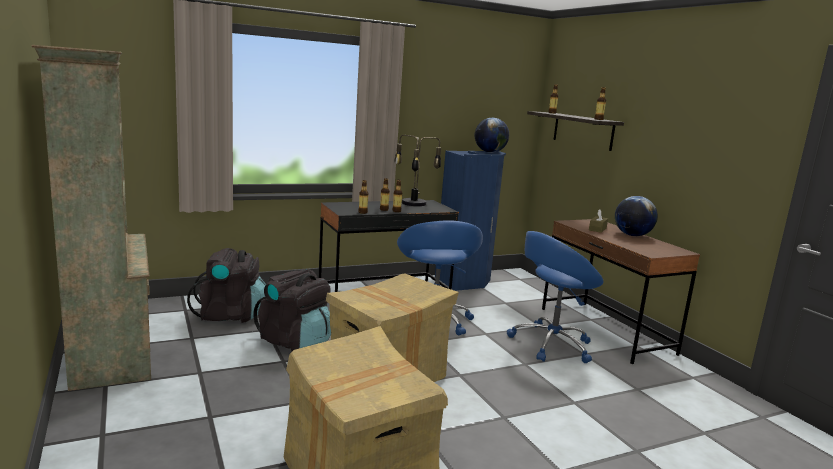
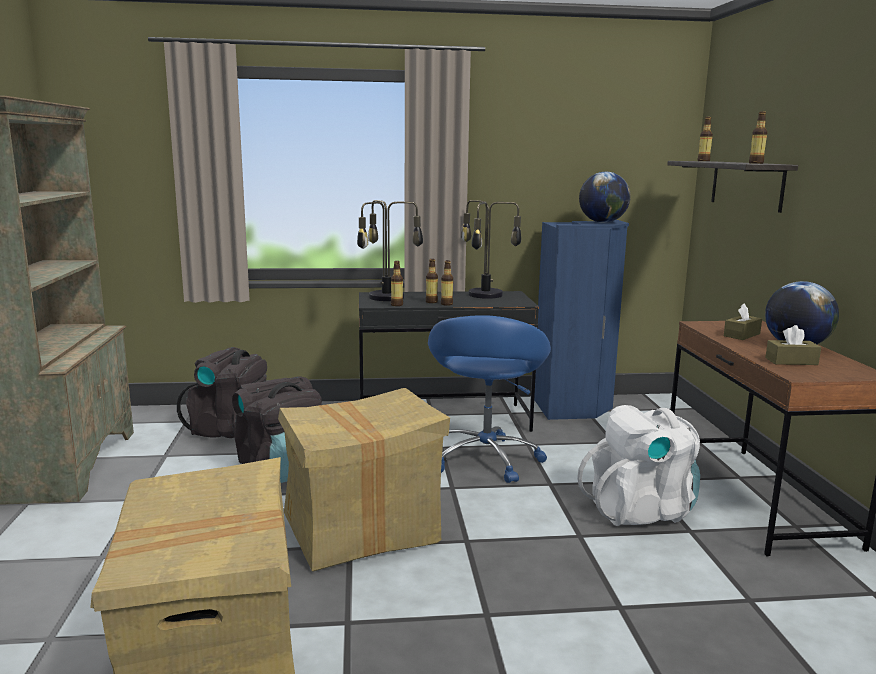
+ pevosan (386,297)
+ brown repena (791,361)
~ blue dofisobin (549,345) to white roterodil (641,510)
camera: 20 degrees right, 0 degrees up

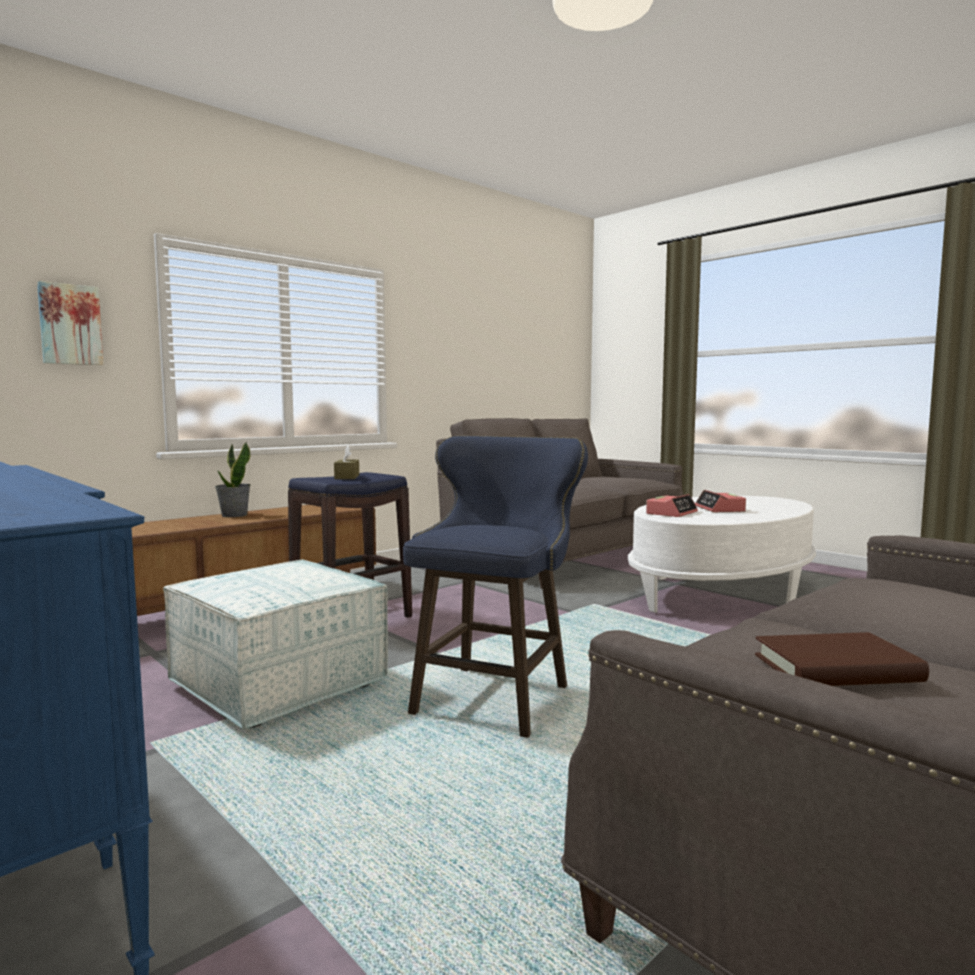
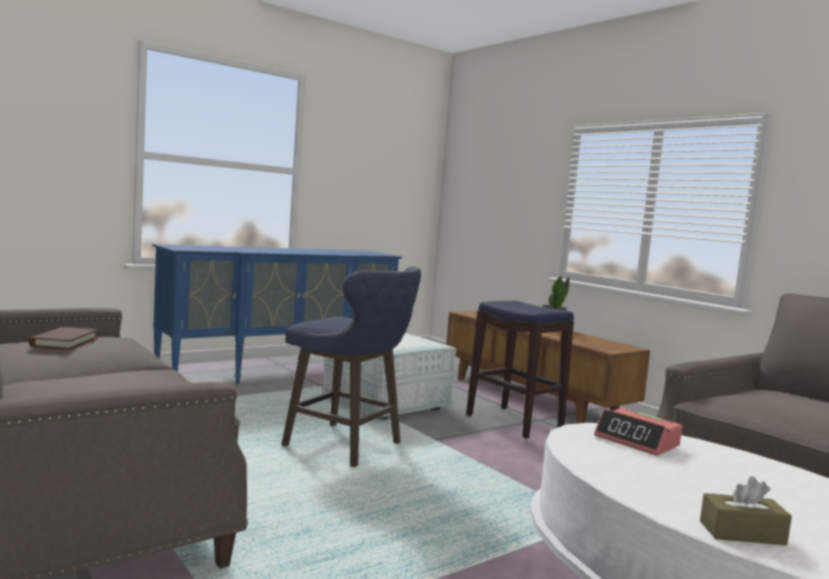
- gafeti (70,324)
- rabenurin (720,509)
~ brown repena (347,477) to (742,533)
camera: 95 degrees right, 0 degrees up

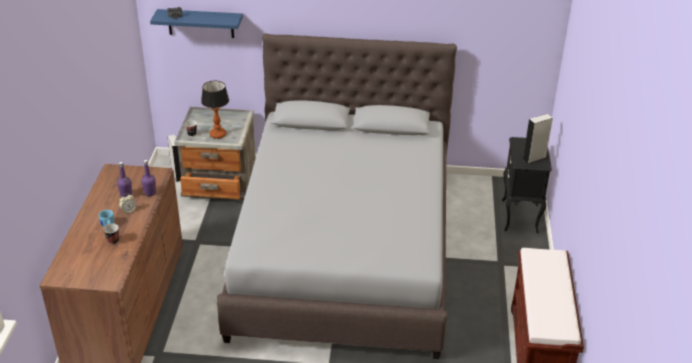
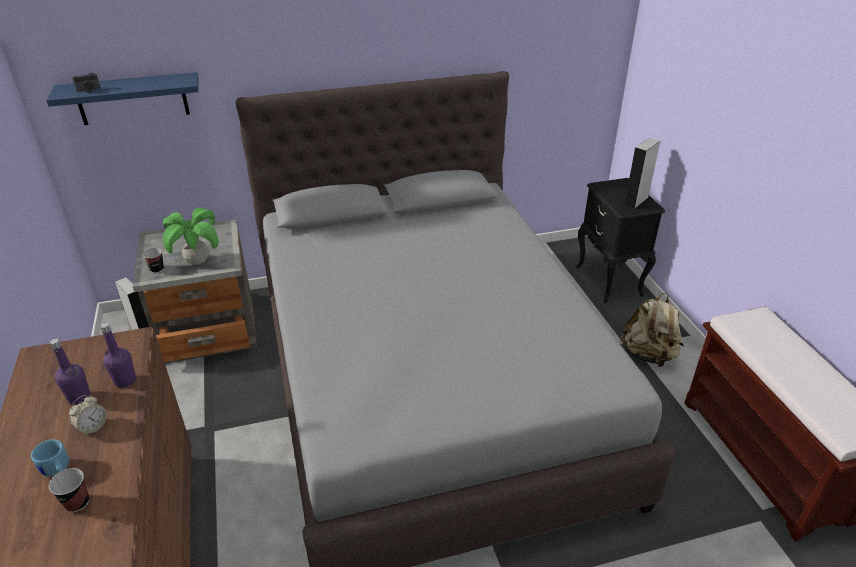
+ beige roterodil (648,355)
~ pevosan (218,135) to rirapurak (198,262)
camera: 20 degrees left, 0 degrees up

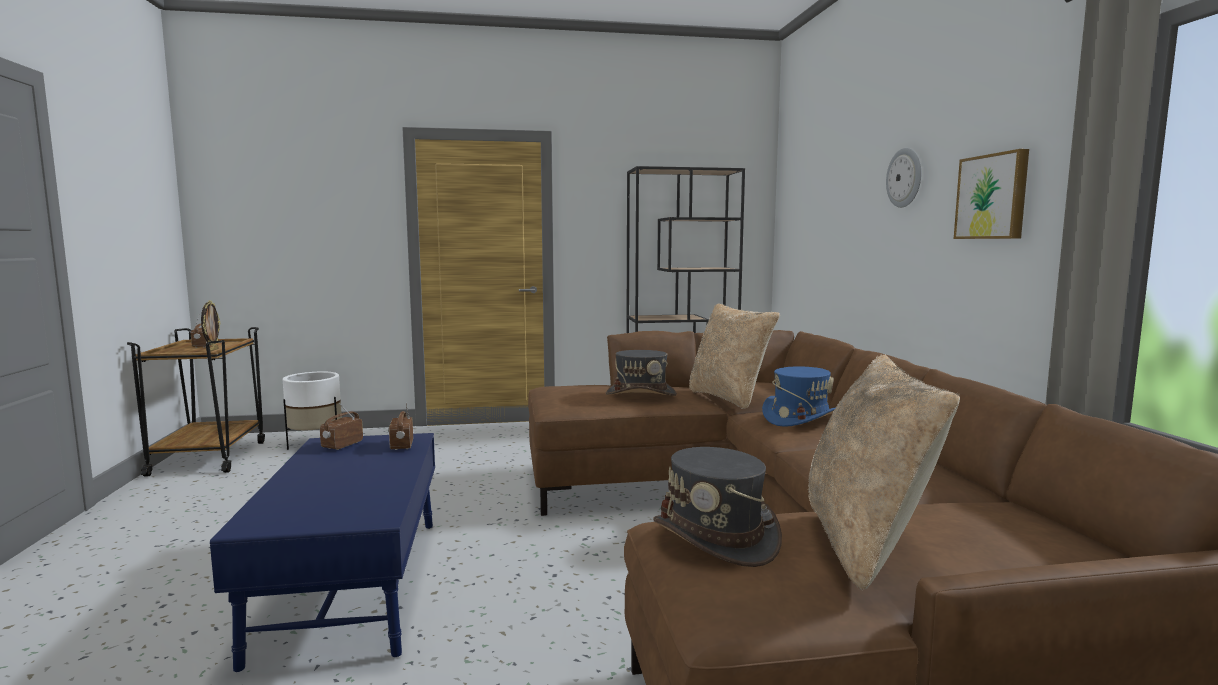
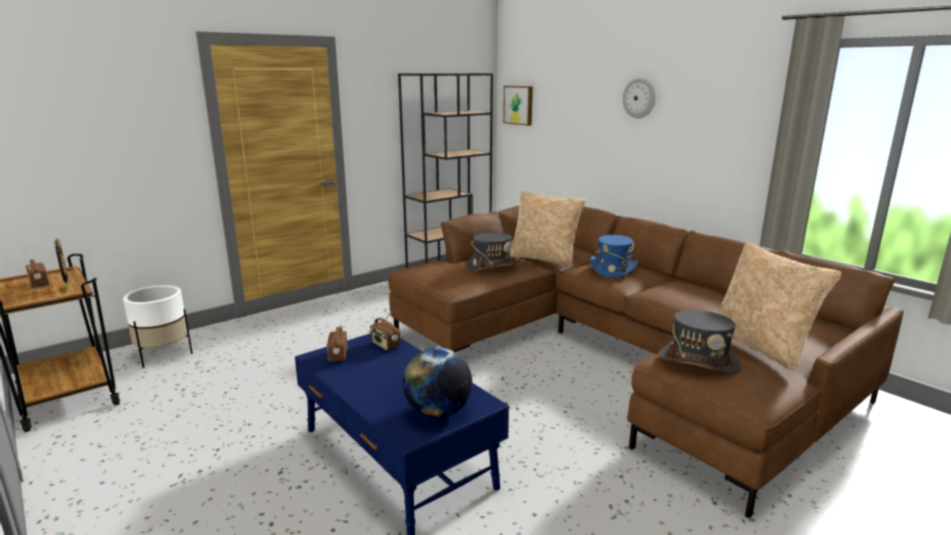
+ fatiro (438,413)
~ gafeti (993,197) to (519,105)
camera: 30 degrees left, 10 degrees up

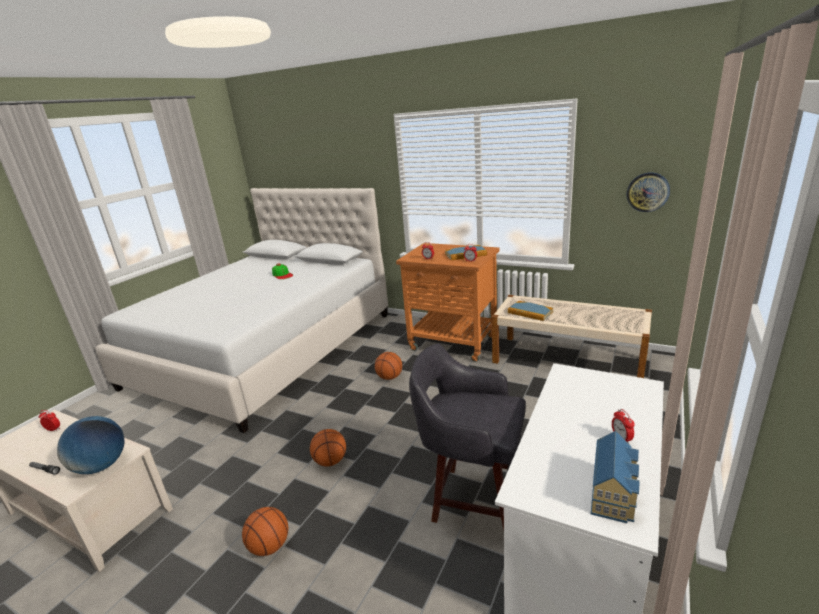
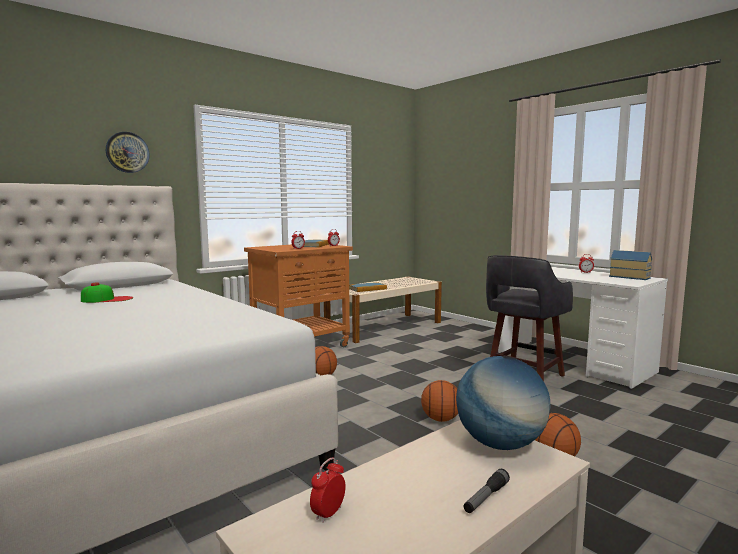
~ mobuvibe (648,192) to (127,152)
camera: 70 degrees left, 15 degrees down

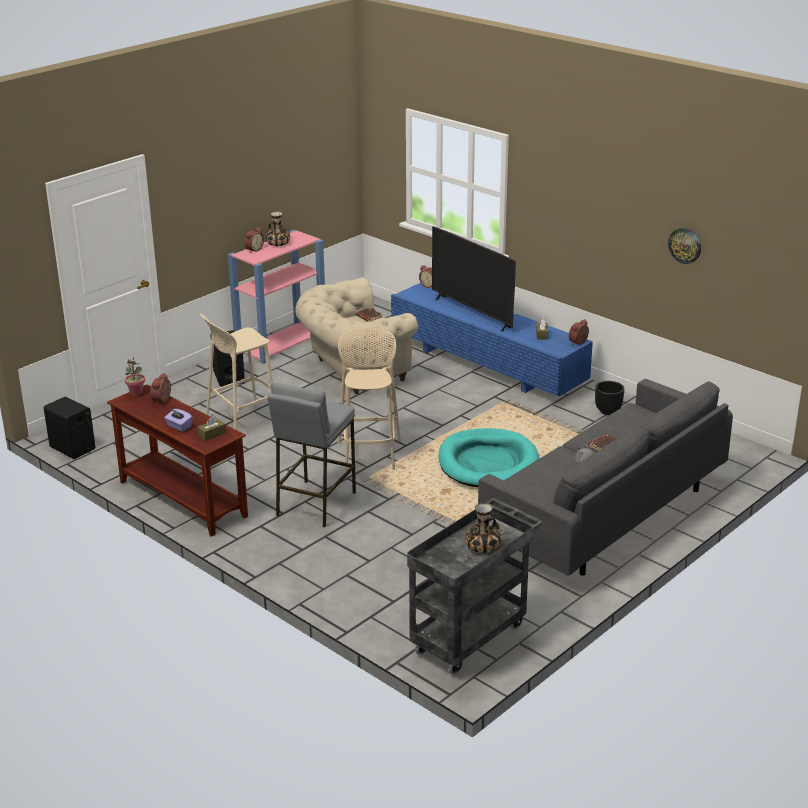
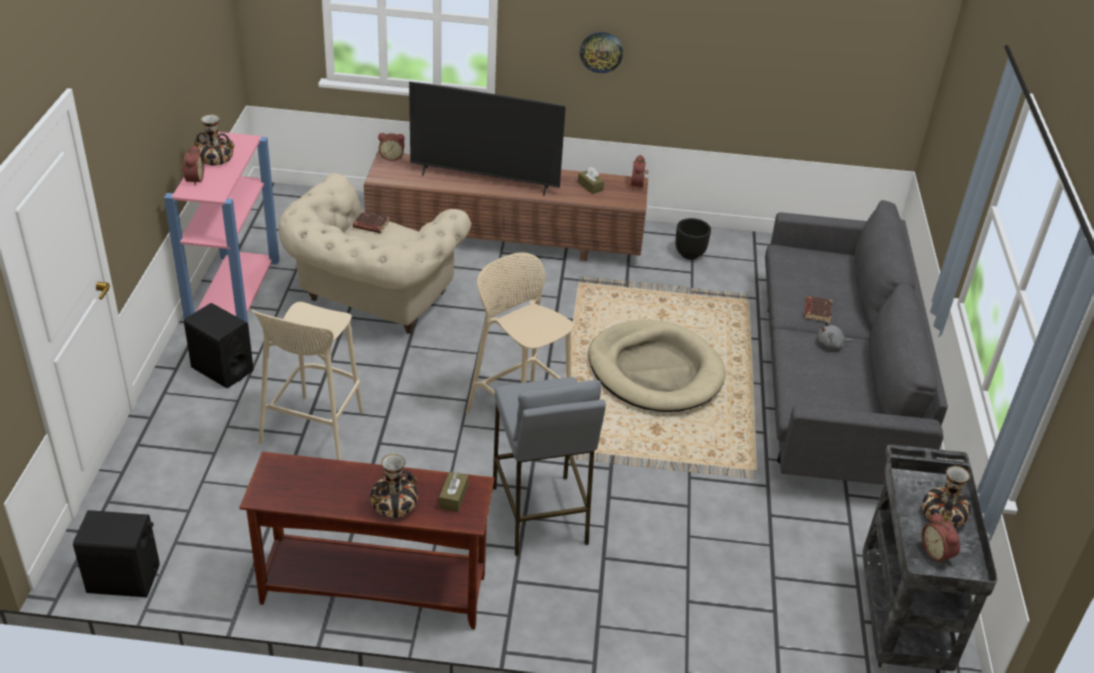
- rirapurak (136,392)
~ rabenurin (163,400) to (937,552)
~ mobuvibe (685,245) to (601,52)
~ purple repena (179,427) to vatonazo (395,505)
~ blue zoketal (487,364) to brown zoketal (506,236)
~ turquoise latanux (488,463) to beige latanux (655,371)
camera: 40 degrees left, 10 degrees up

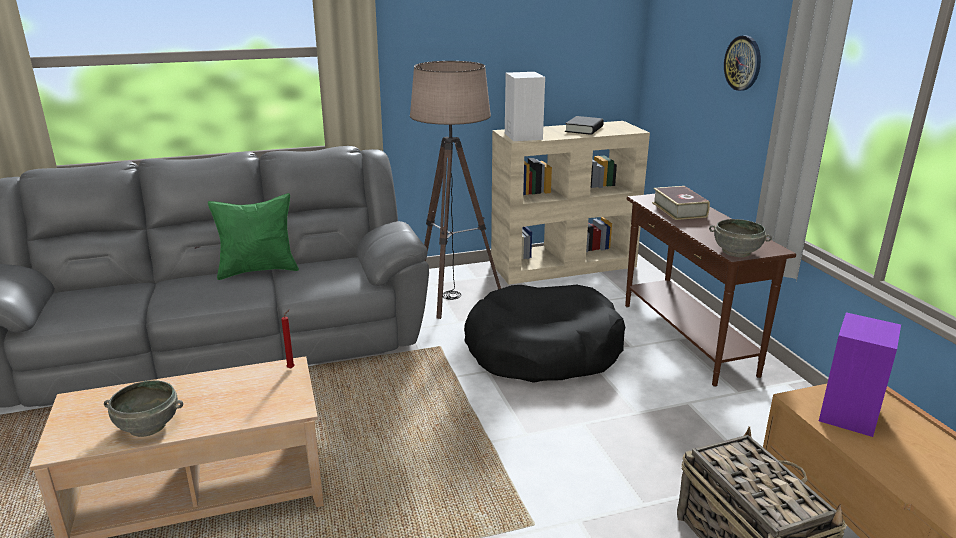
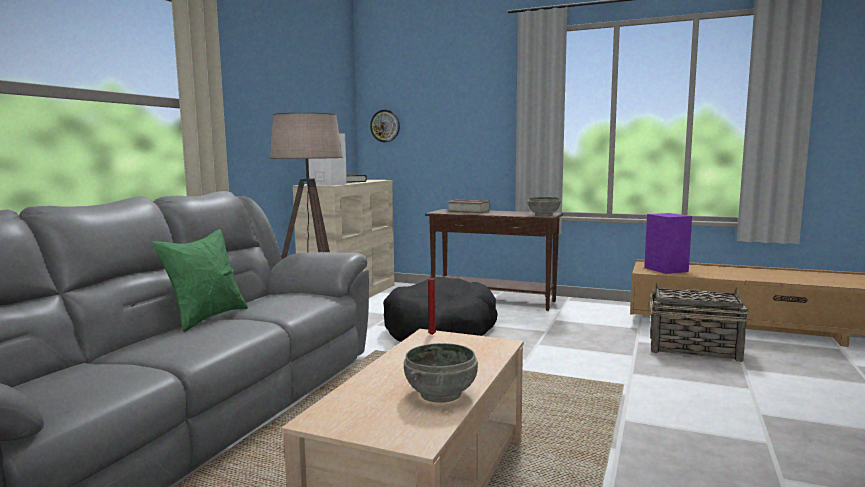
~ mobuvibe (743,63) to (385,126)
camera: 50 degrees left, 15 degrees down

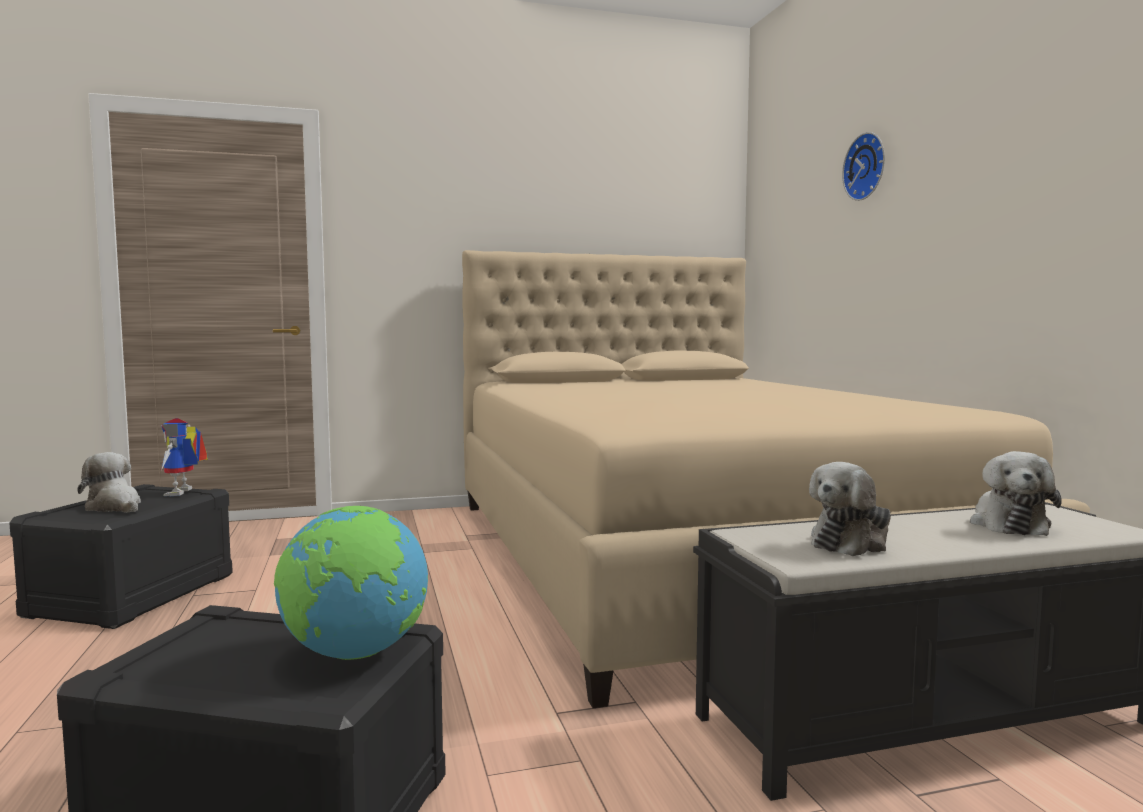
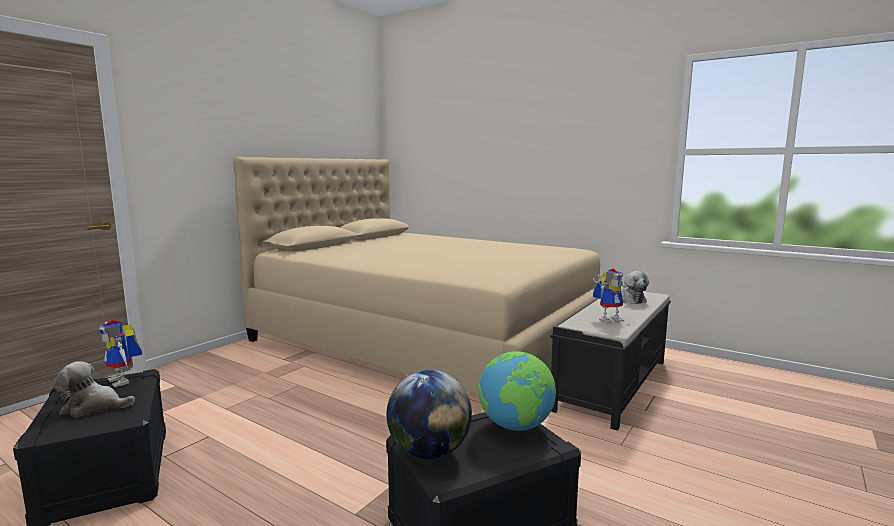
- mobuvibe (867,167)
+ fatiro (429,452)
~ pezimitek (852,542) to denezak (610,319)
camera: 40 degrees left, 5 degrees up

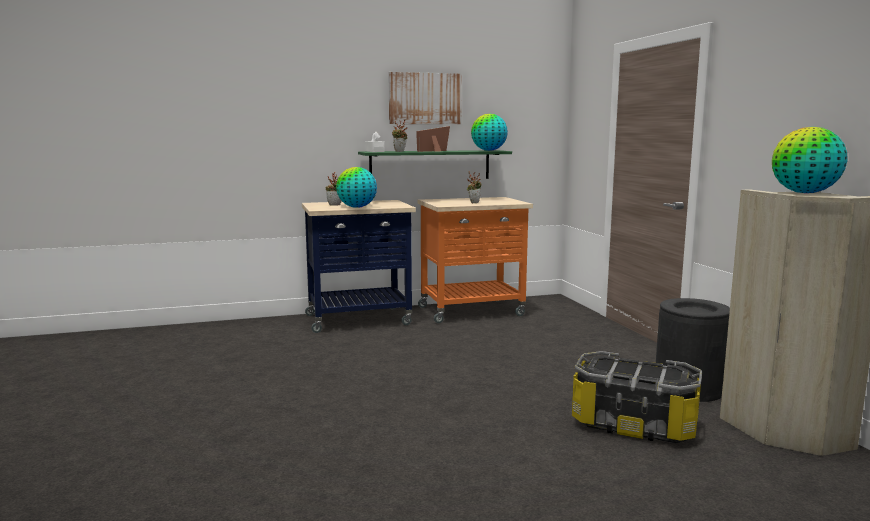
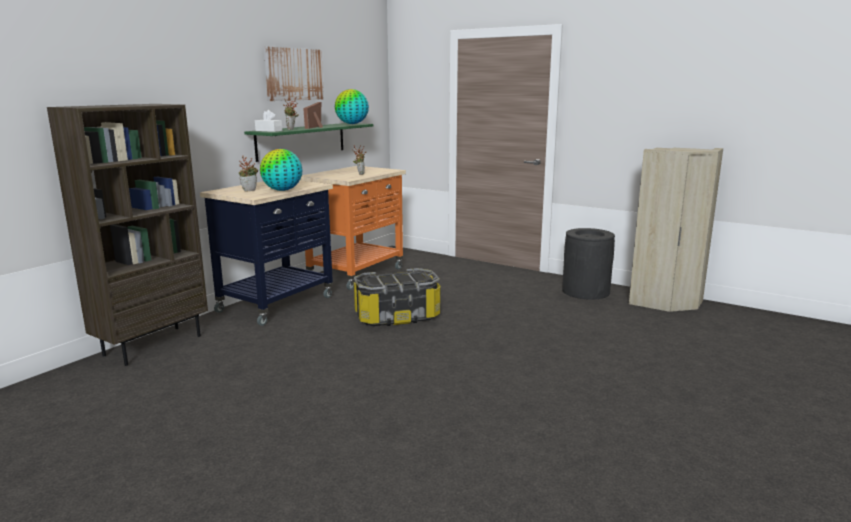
- fatiro (805,193)
+ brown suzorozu (153,345)
~ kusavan (633,425) to (397,317)
camera: 40 degrees left, 5 degrees up

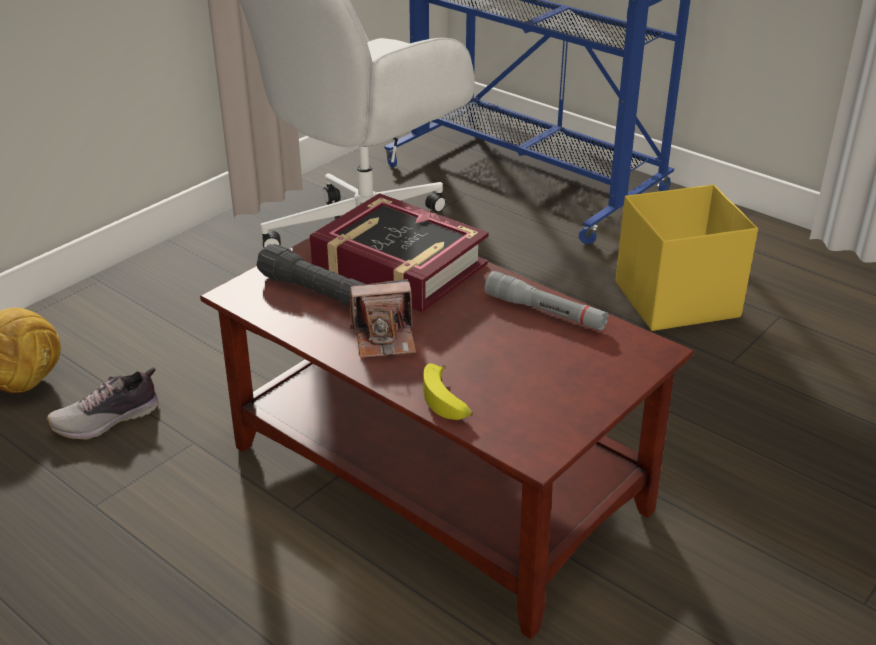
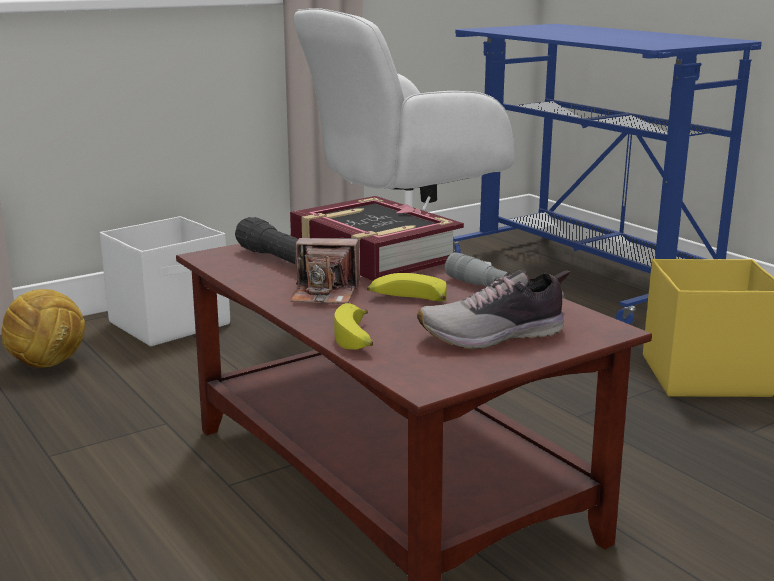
+ white kusavan (171,323)
+ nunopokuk (407,300)
~ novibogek (108,420) to (494,336)
camera: 15 degrees right, 15 degrees down

